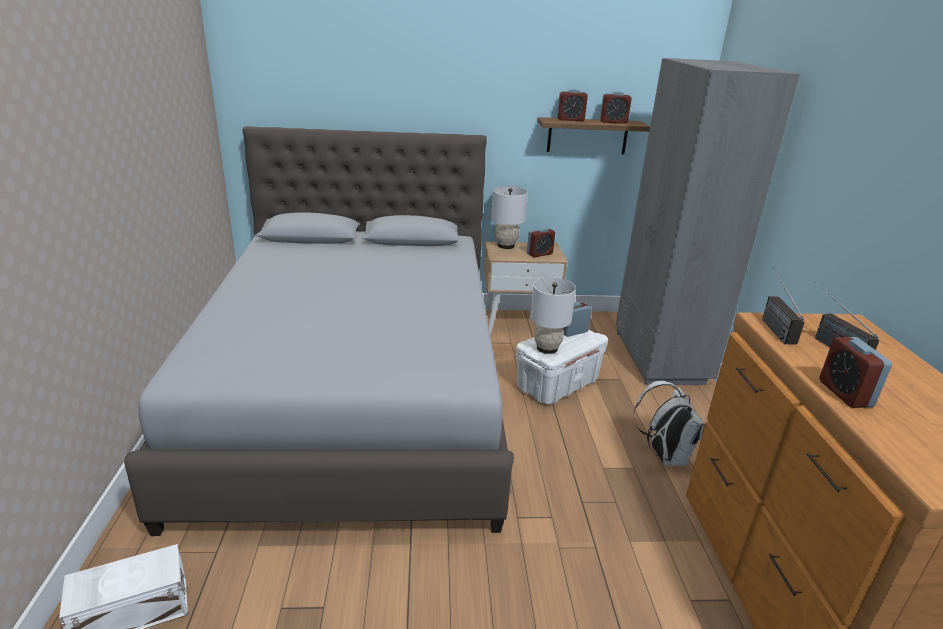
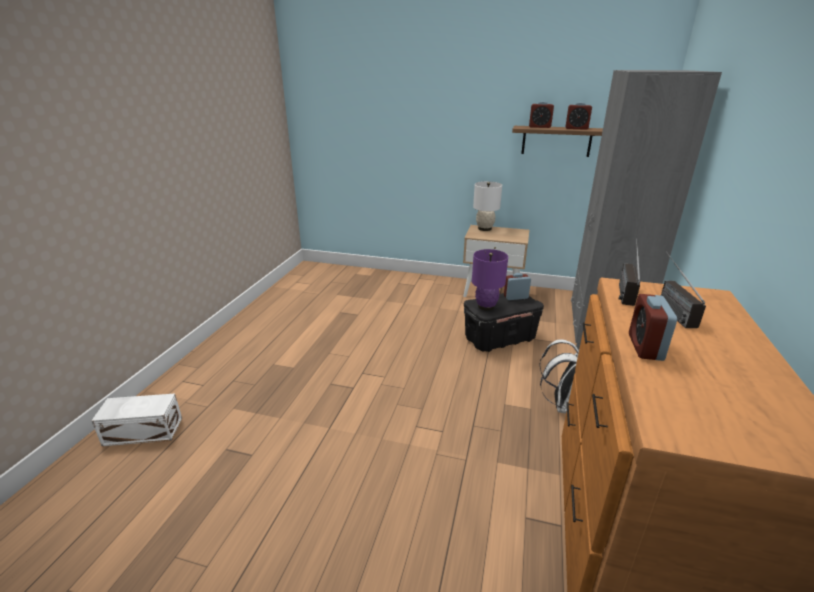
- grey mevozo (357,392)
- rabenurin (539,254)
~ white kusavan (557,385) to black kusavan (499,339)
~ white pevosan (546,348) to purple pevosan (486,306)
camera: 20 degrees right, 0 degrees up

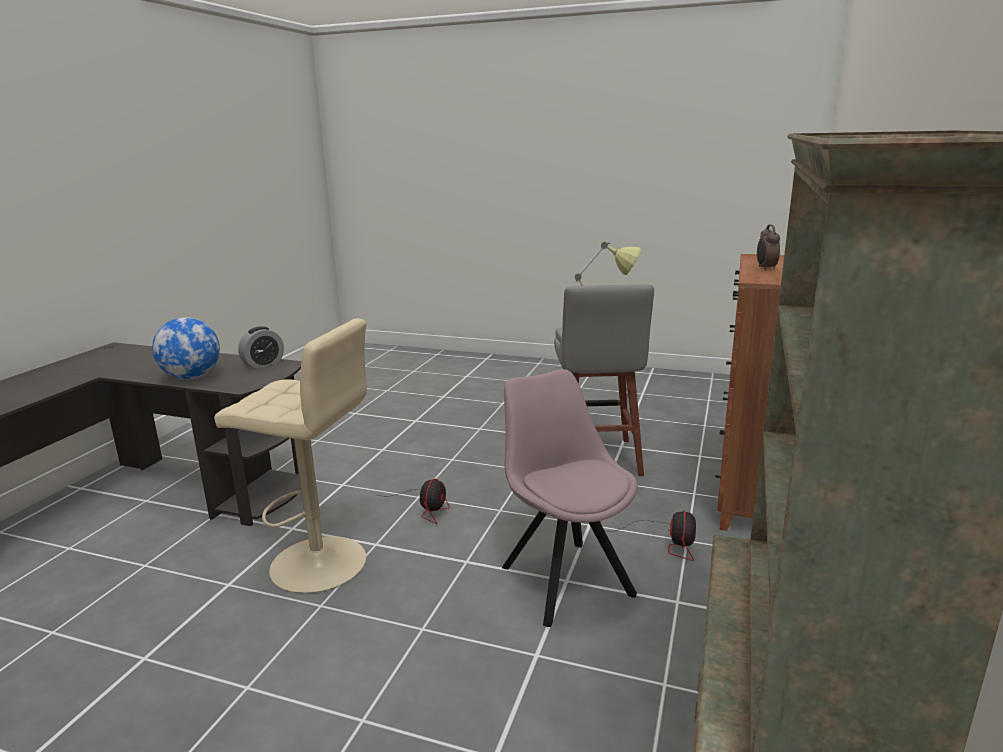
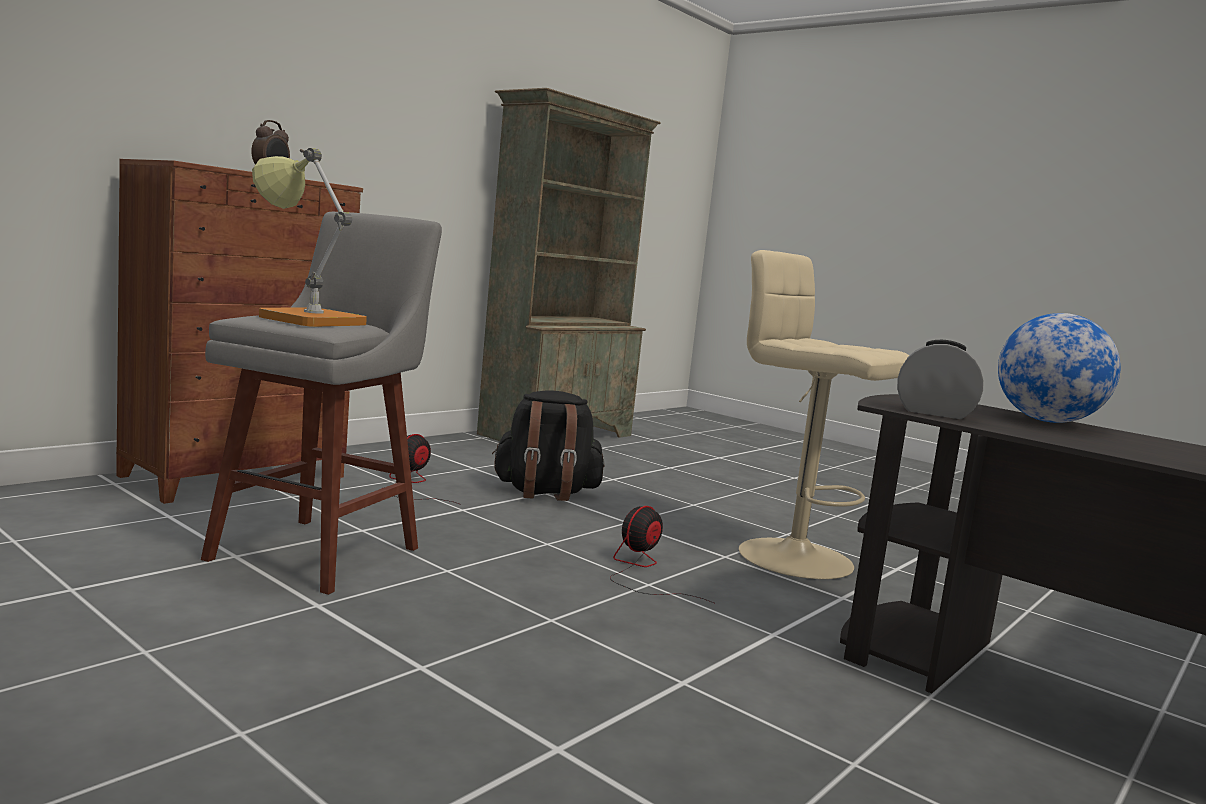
~ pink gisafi (565,580) to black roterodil (546,493)
~ rabenurin (263,364) = (934,413) 45 degrees clockwise
camera: 160 degrees left, 10 degrees down

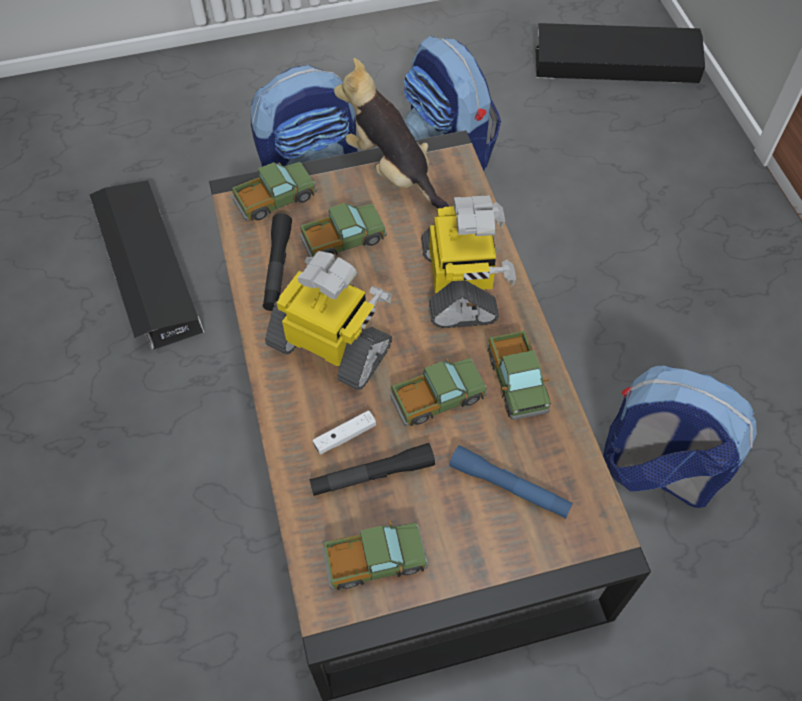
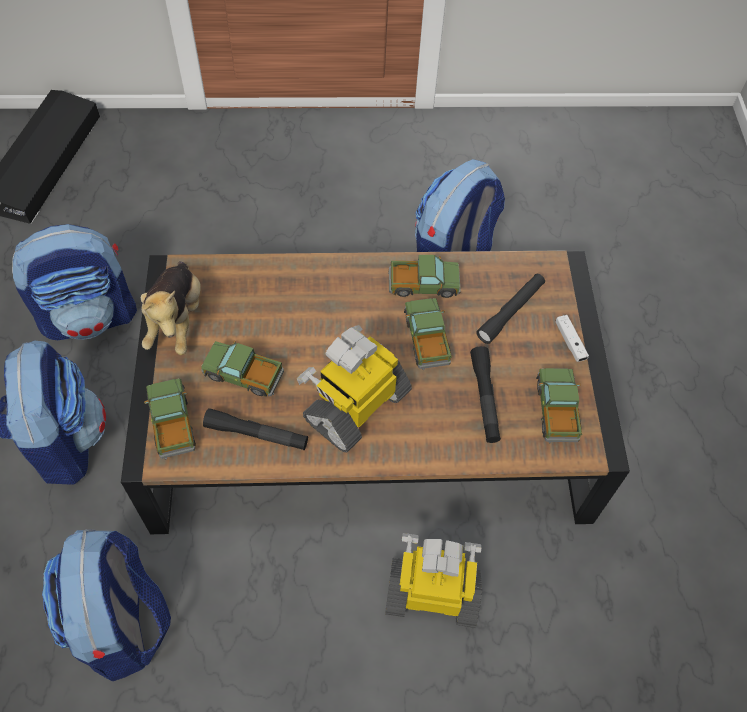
~ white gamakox (345,436) to (570,342)
~ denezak (461,285) to (433,593)
~ black kusavan (147,271) to roterodil (122,623)
~ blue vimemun (509,487) to black vimemun (510,312)
~ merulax (343,240) = (244,375) 60 degrees counterclockwise
~ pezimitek (393,171) = (176,320) 60 degrees counterclockwise
camera: 80 degrees left, 0 degrees up

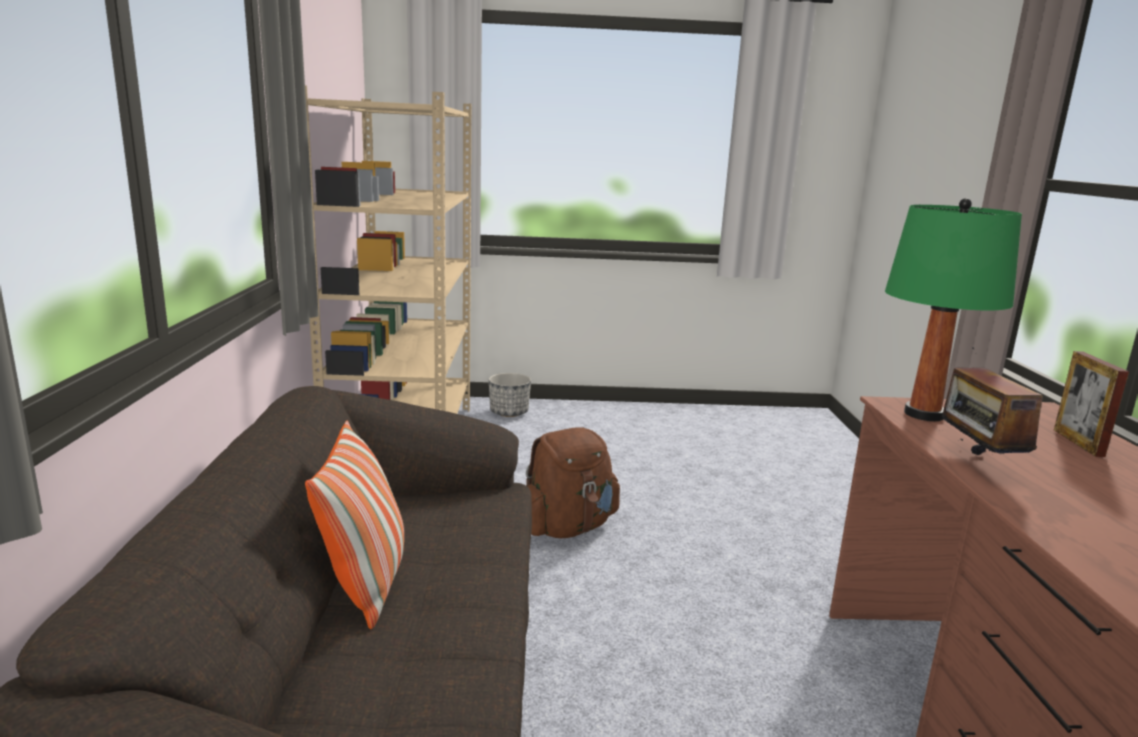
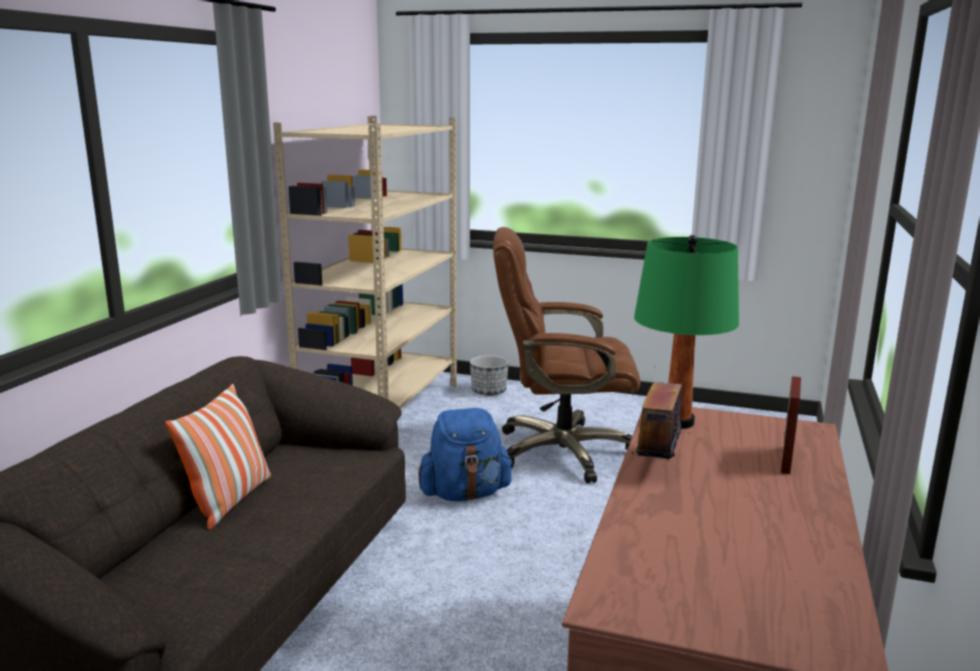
+ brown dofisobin (562,451)
~ brown roterodil (568,528) to blue roterodil (465,494)
camera: 20 degrees right, 0 degrees up

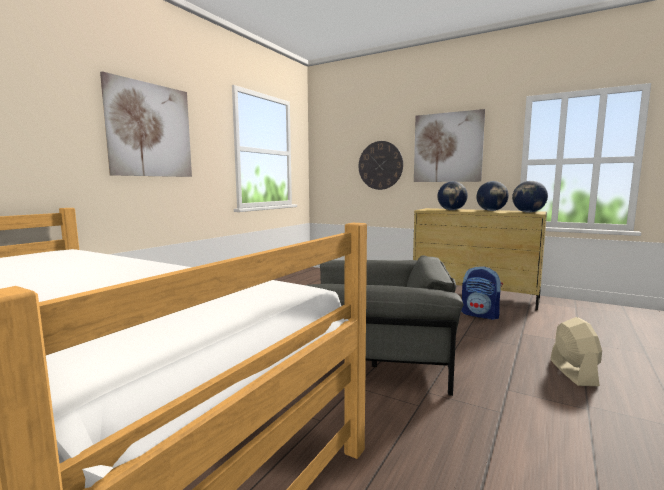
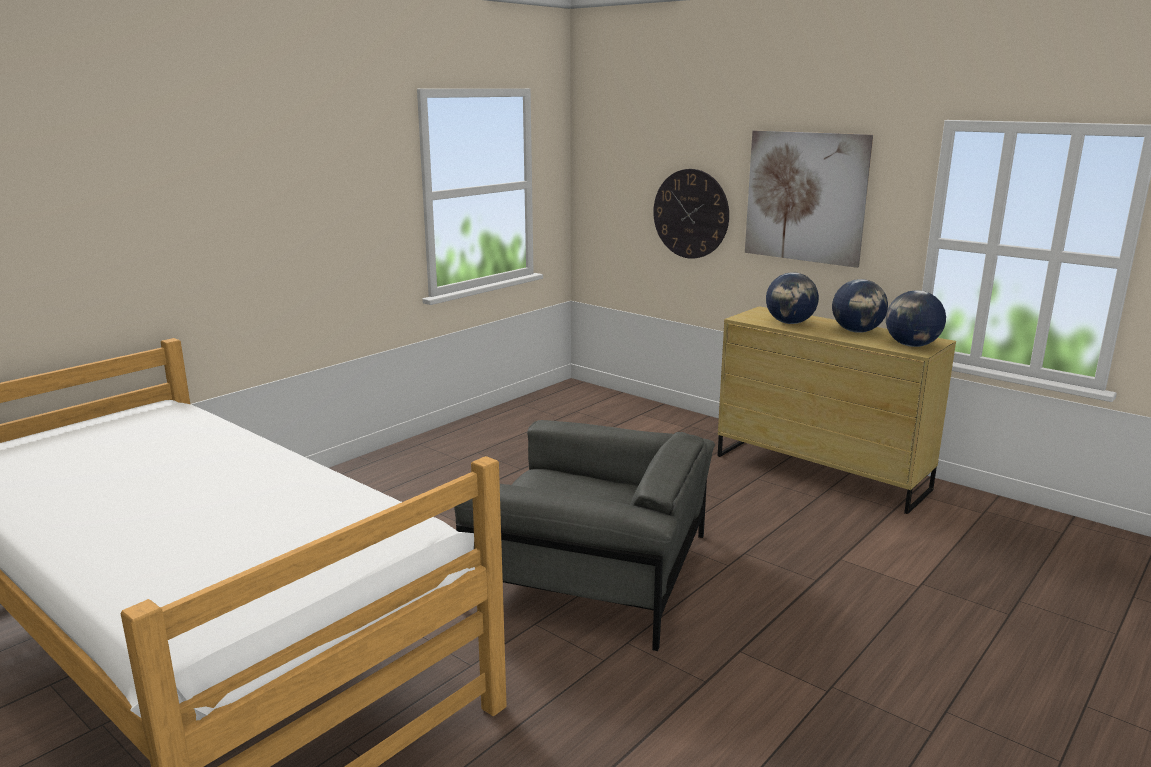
- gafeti (150,130)
- roterodil (480,315)
- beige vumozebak (573,372)
camera: 10 degrees right, 10 degrees up

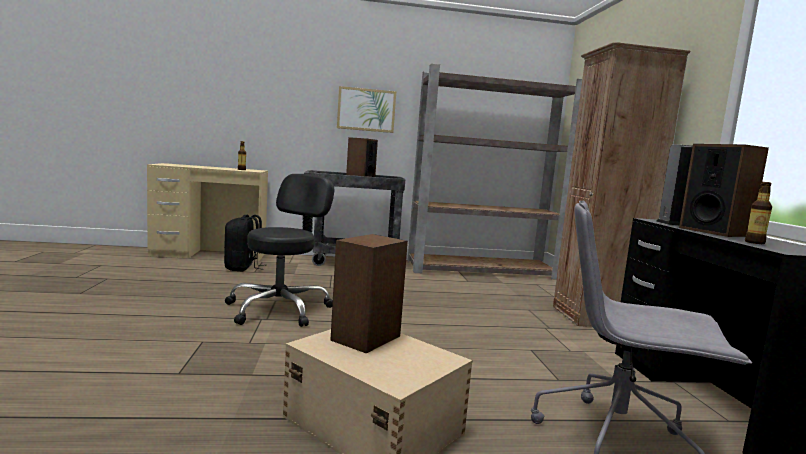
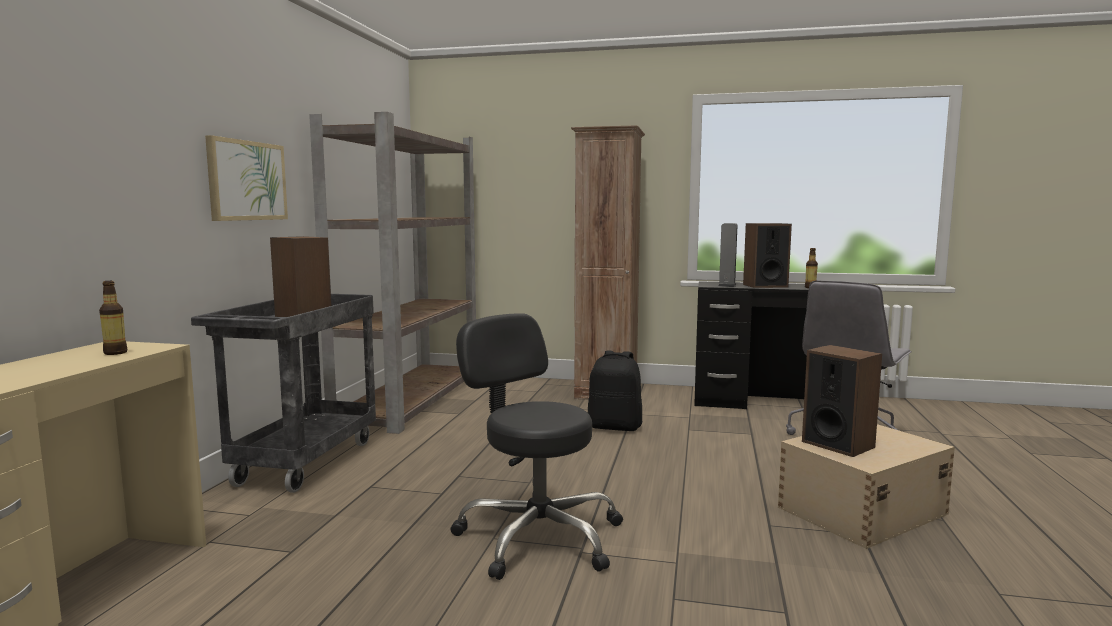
~ black roterodil (242,268) to (615,427)
camera: 70 degrees left, 0 degrees up

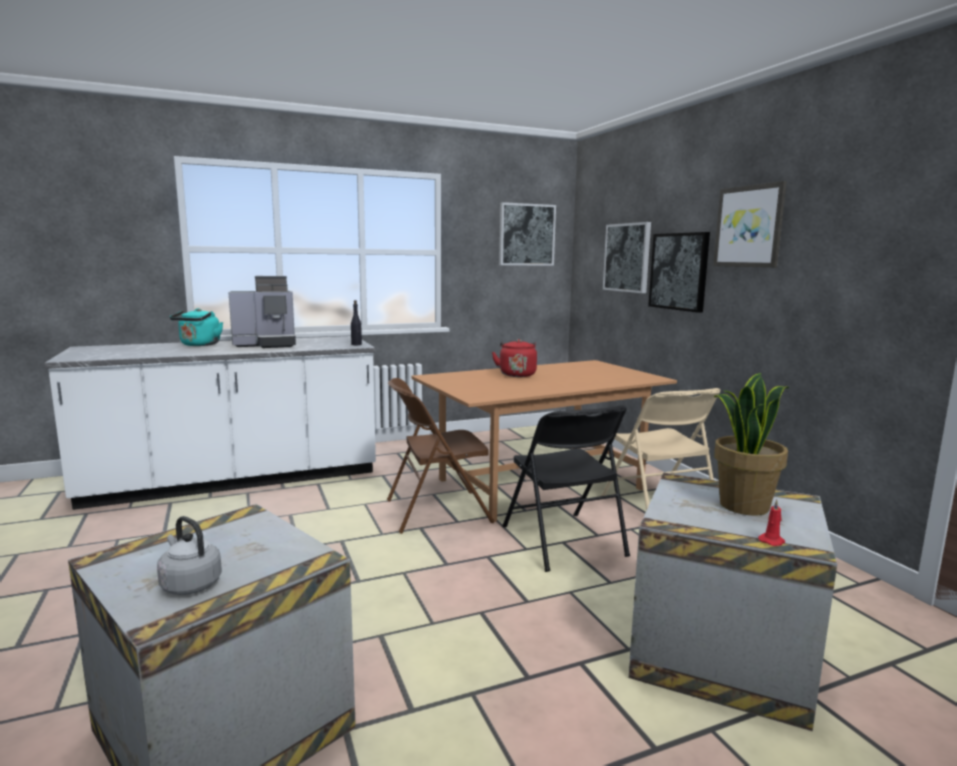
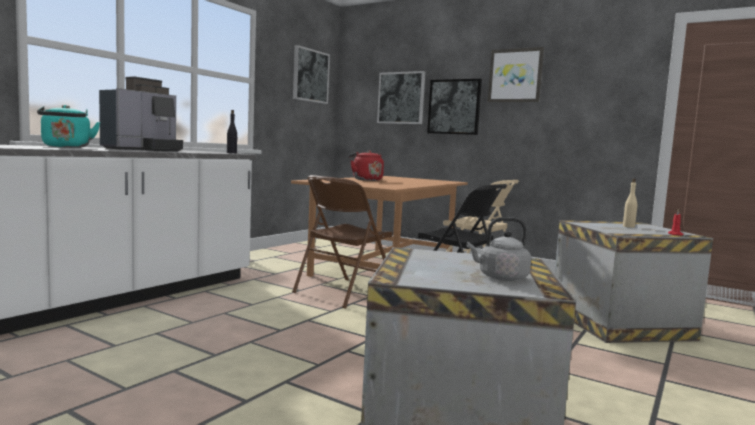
~ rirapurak (743,505) to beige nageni (628,226)
camera: 35 degrees left, 5 degrees down

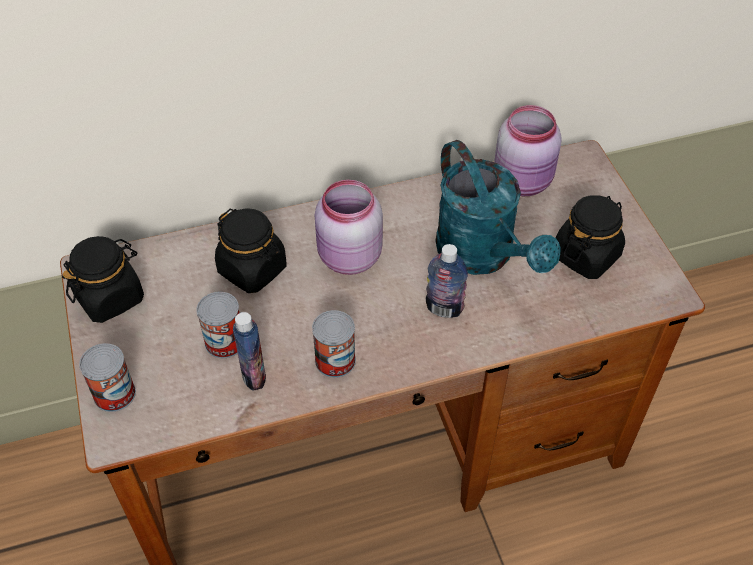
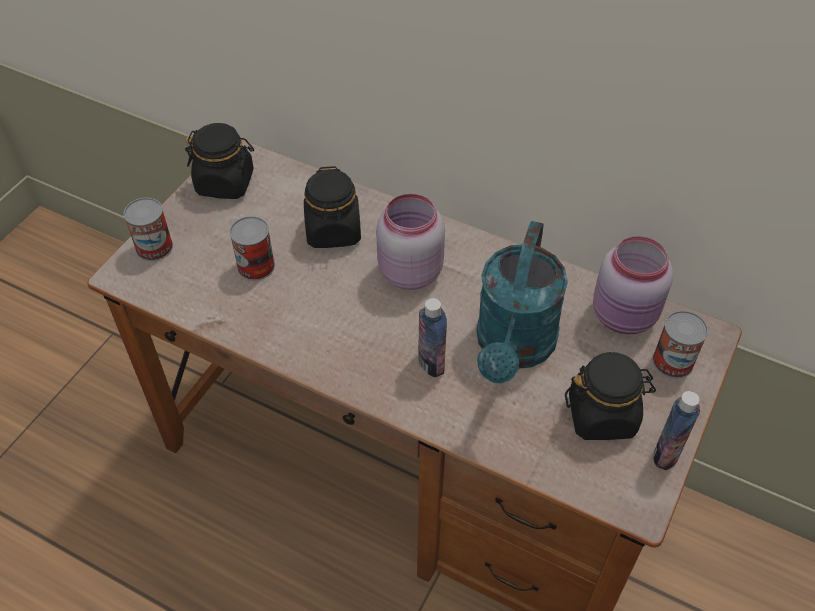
~ nageni (253,375) to (666,454)
~ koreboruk (335,360) to (673,361)
camera: 45 degrees right, 0 degrees up

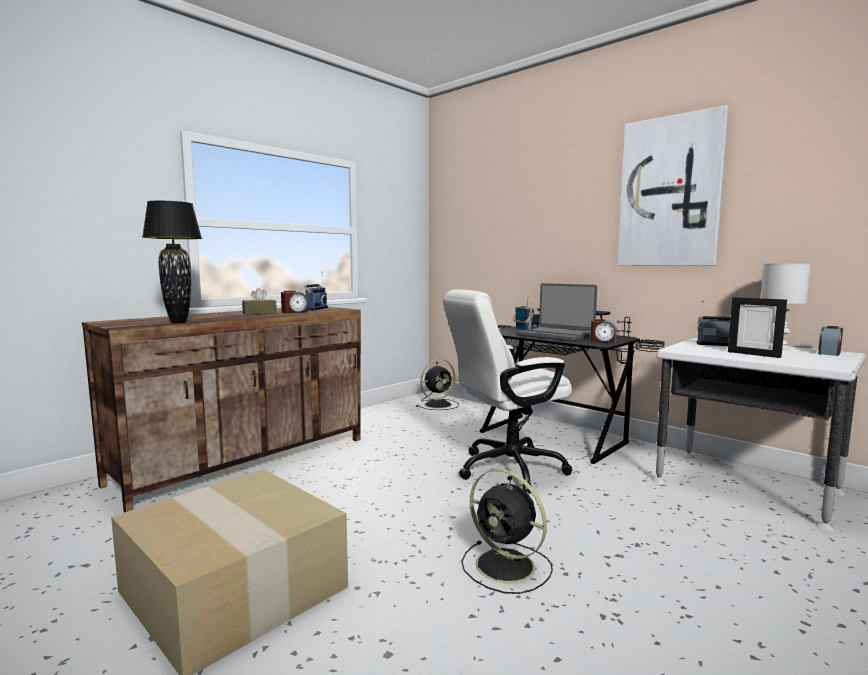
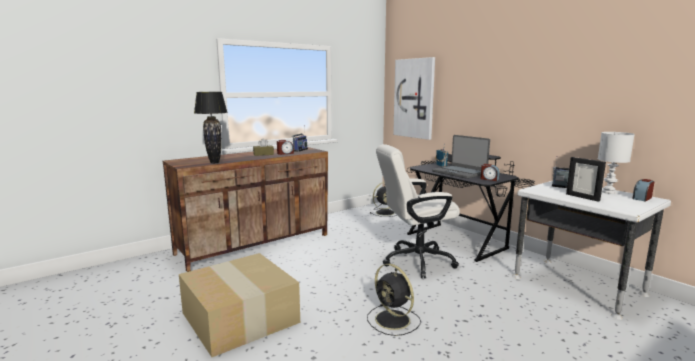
~ gafeti (670,192) to (414,98)
camera: 10 degrees right, 5 degrees up

